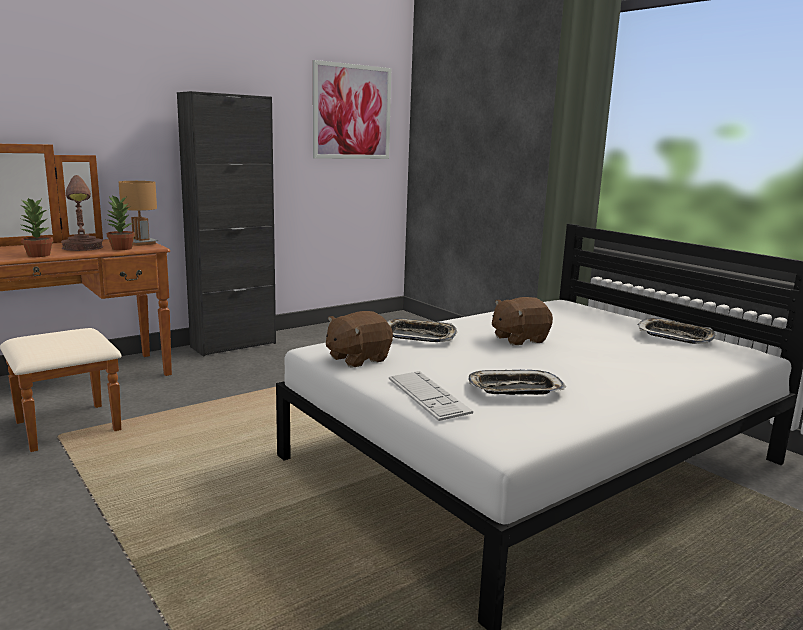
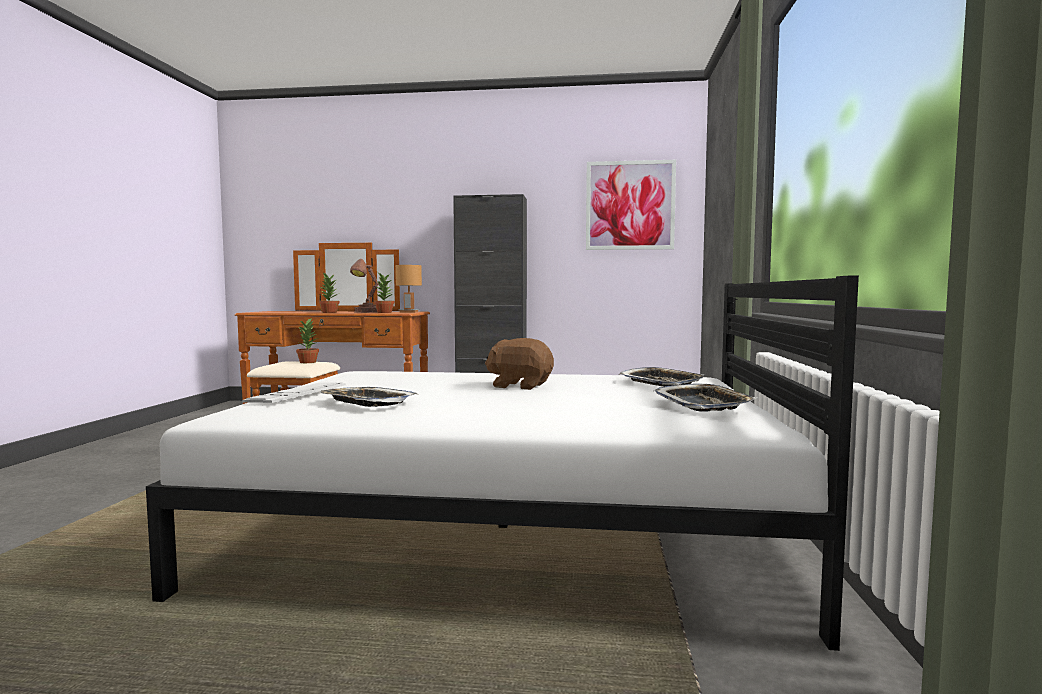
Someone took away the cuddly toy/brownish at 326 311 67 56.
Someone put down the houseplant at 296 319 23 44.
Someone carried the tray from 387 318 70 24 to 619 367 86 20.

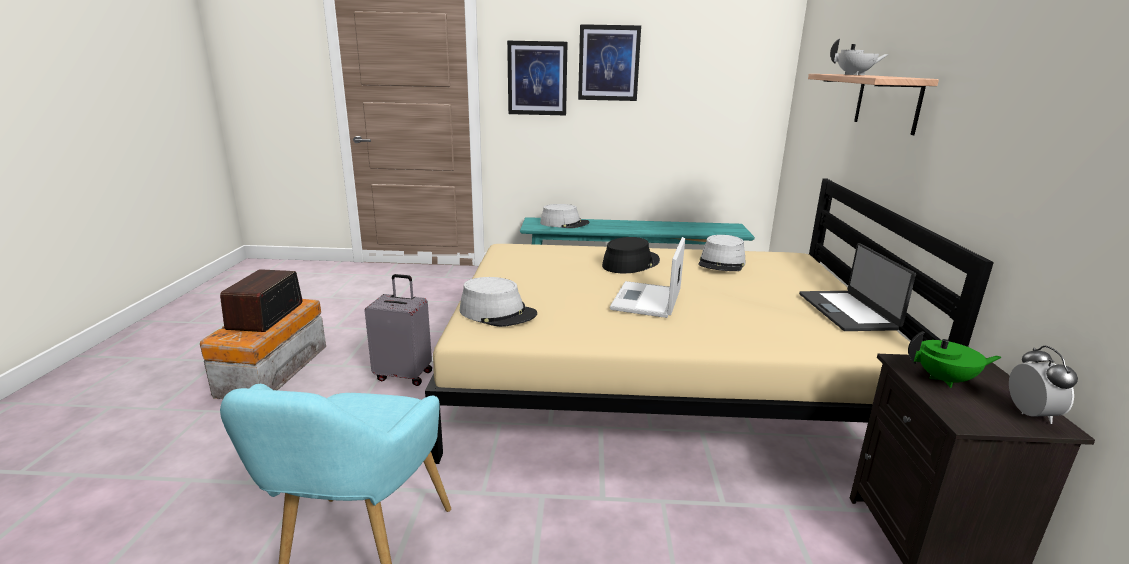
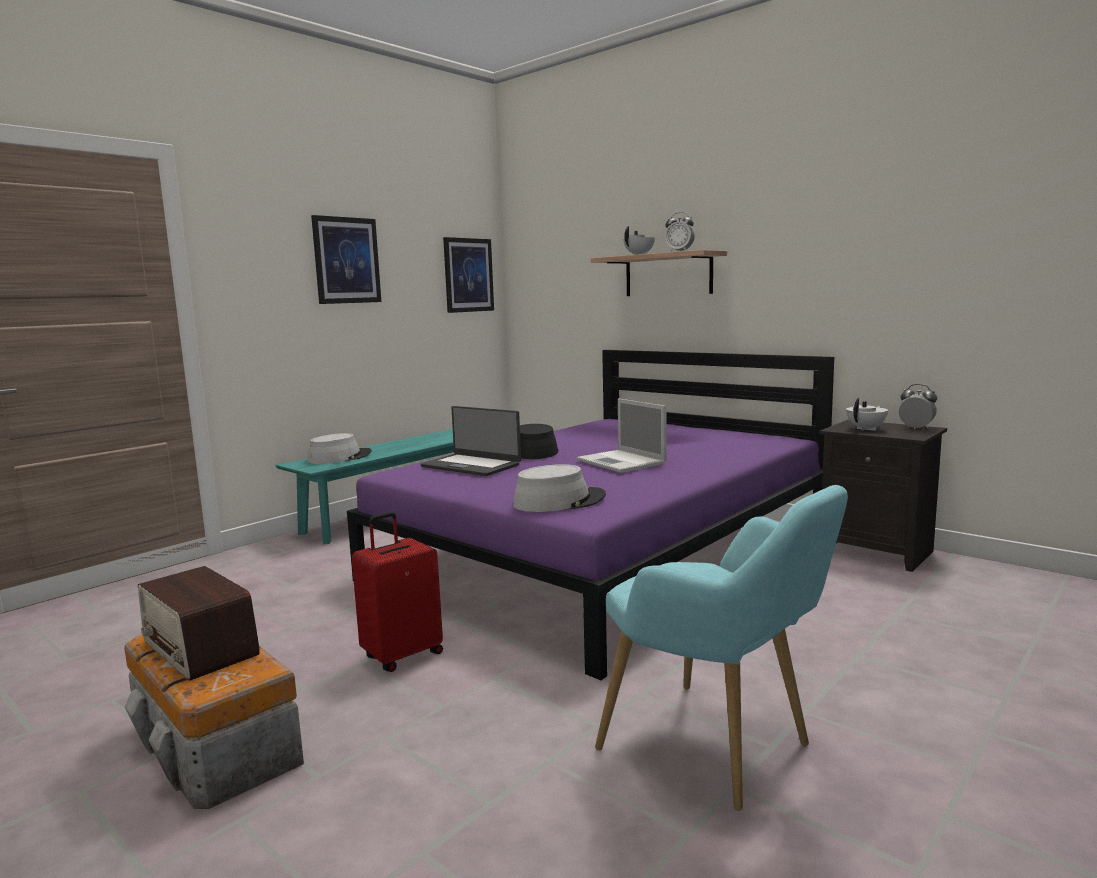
Someone took away the clothing hat/gray at 698 235 48 36.
Someone put down the table clock at 665 212 30 40.
Someone carried the picture from 507 41 61 74 to 443 237 51 76.
Someone carried the notebook computer from 799 243 117 88 to 421 406 100 70.
Someone repainted the piece of luggage/gray at 364 274 68 112, which became the piece of luggage/red at 352 512 91 160.
Someone repainted the sleeping bed/beige at 425 178 569 286, which became the sleeping bed/purple-coloured at 347 350 487 330.
Someone repainted the teapot/green-coloured at 908 331 94 57, which became the teapot/white at 846 398 42 33.

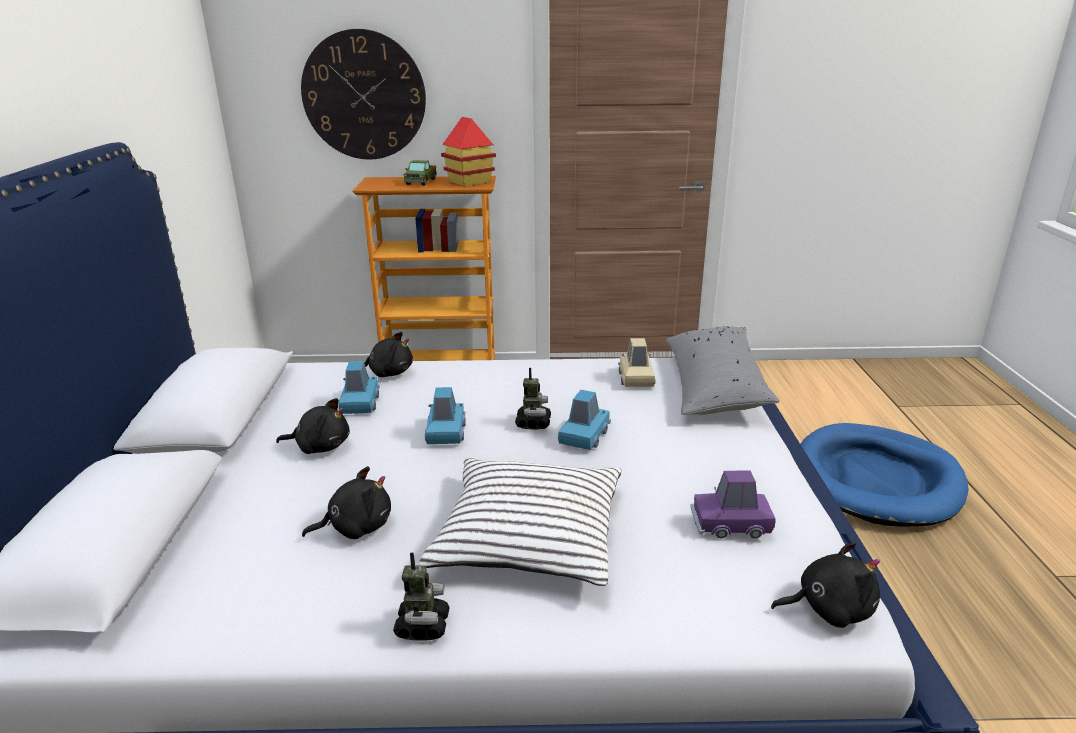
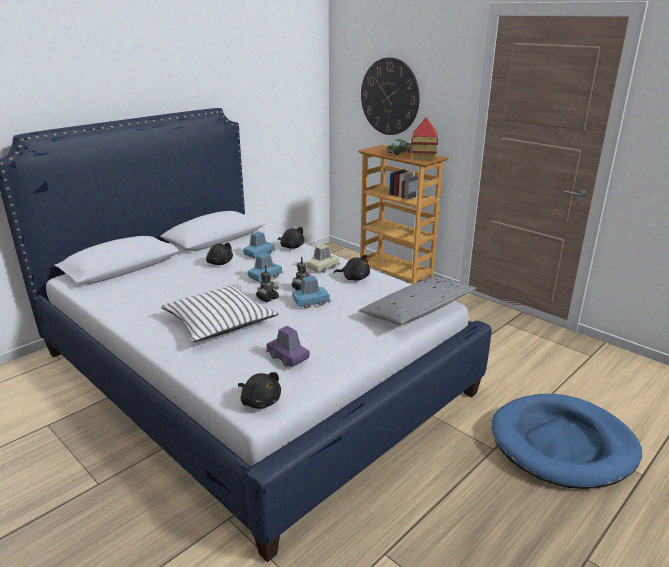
Someone carried the cuddly toy/black-coloured from 302 466 89 73 to 334 255 36 25.
Someone carried the model robot from 393 552 57 89 to 256 265 23 37.
Someone carried the miniature car/beige from 618 338 37 49 to 307 244 33 29.

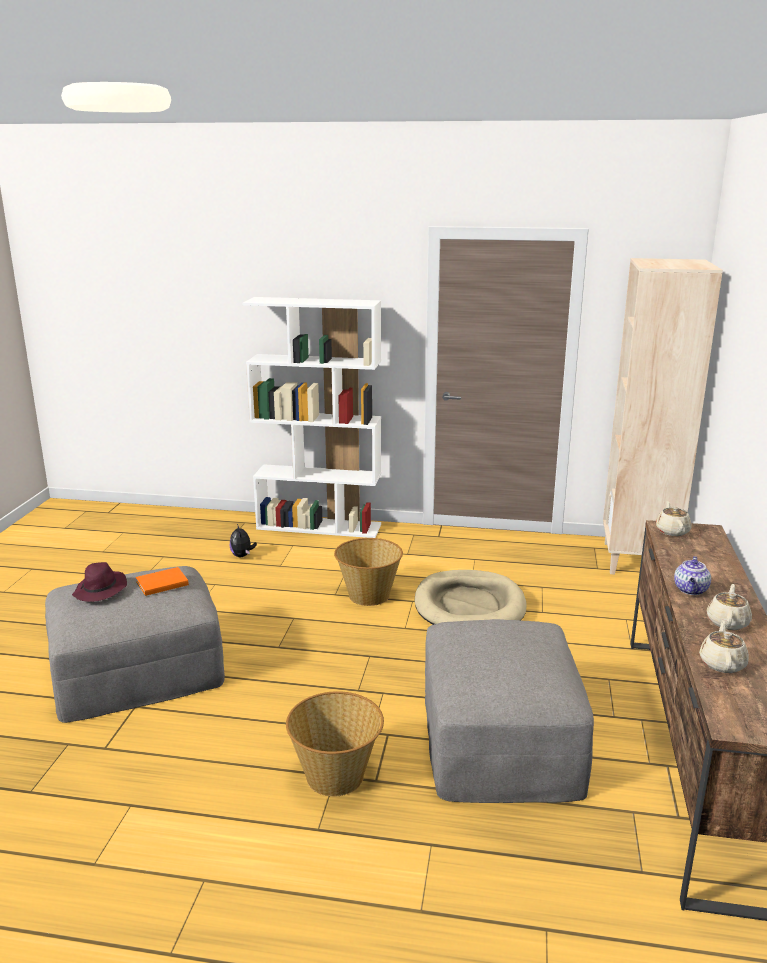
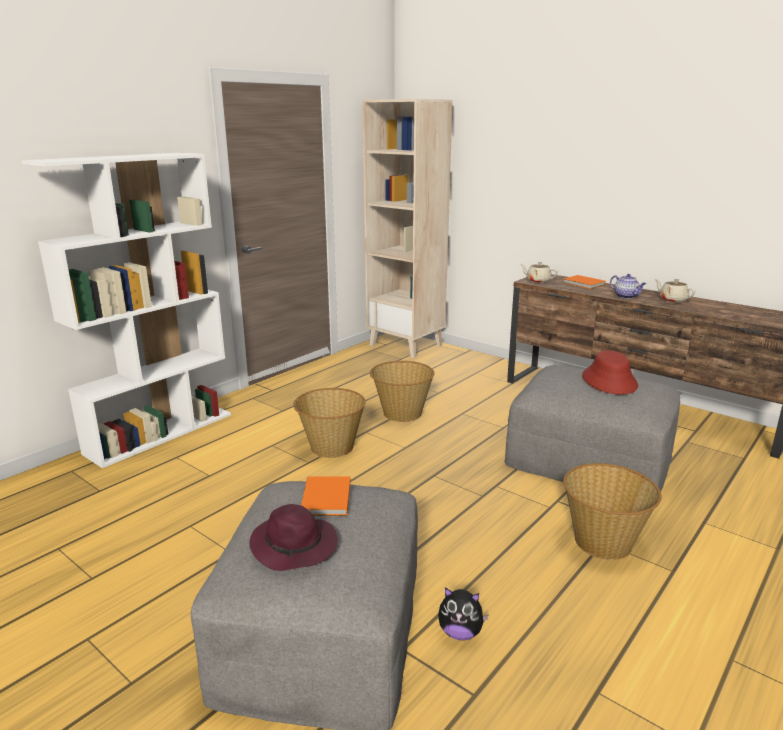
Someone took away the teapot/beige at 699 620 50 53.
Someone put down the book/orange at 563 275 43 14.
Someone put down the clothing hat/red at 582 351 56 44.
Someone carried the cuddly toy from 230 524 27 33 to 438 588 51 52.
Someone swapped the pet bed/beige at 415 570 112 55 for the storage basket at 370 361 64 61.

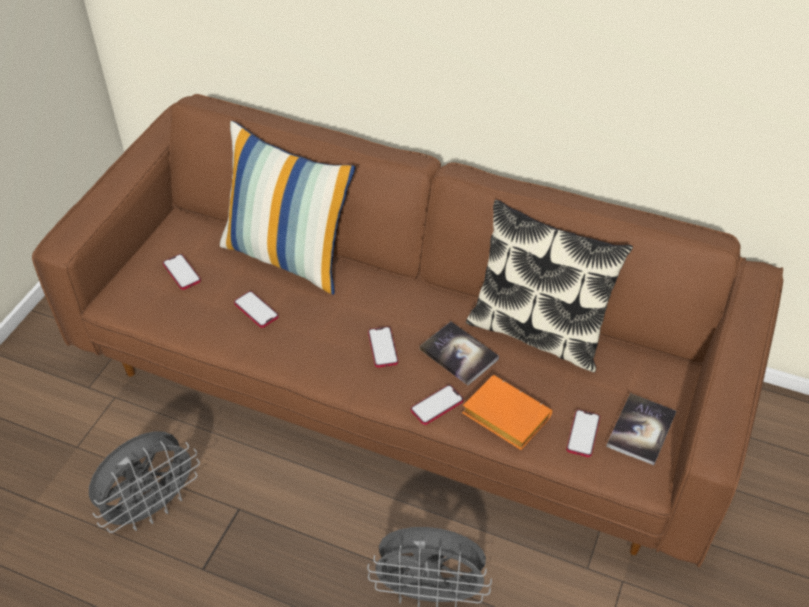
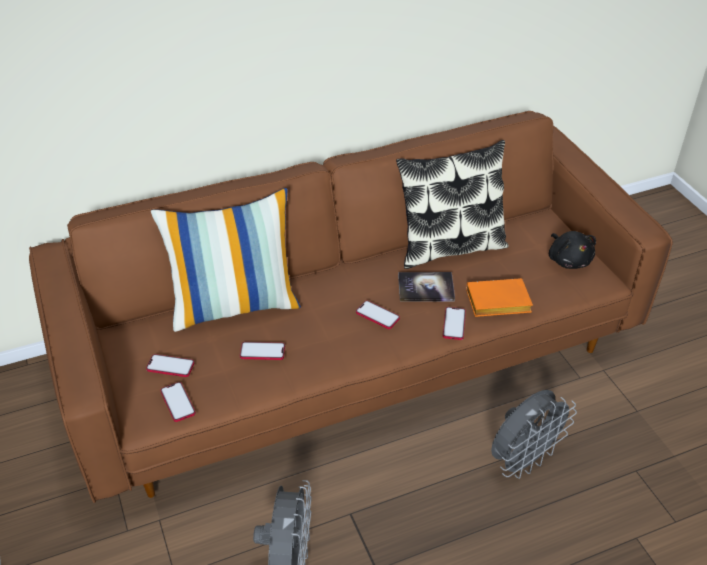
Someone carried the handset from 566 409 34 48 to 160 382 35 40.
Someone swapped the book at 606 393 70 72 for the cuddly toy/black-coloured at 549 231 47 38.

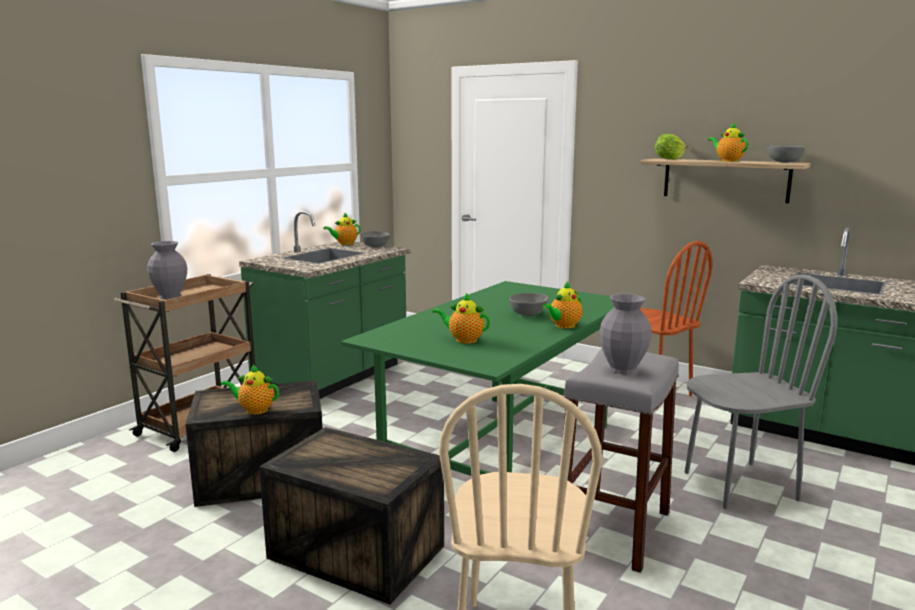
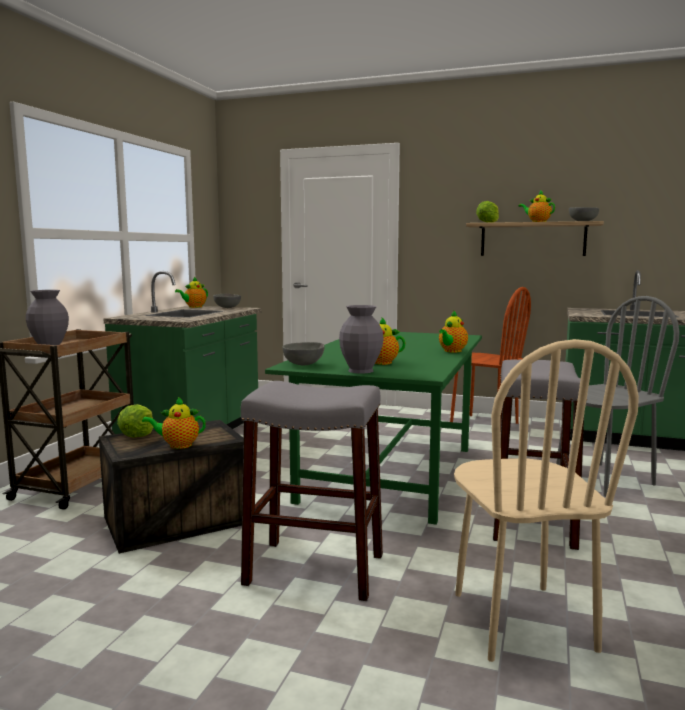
Someone put down the lettuce at 117 404 36 34.
Someone carried the deep dish/gray from 509 293 39 23 to 283 342 41 23.
Someone carried the vase/gray from 599 294 53 81 to 339 305 45 69.
Someone swapped the crate at 259 427 185 177 for the stool seat/gray at 241 381 142 220.

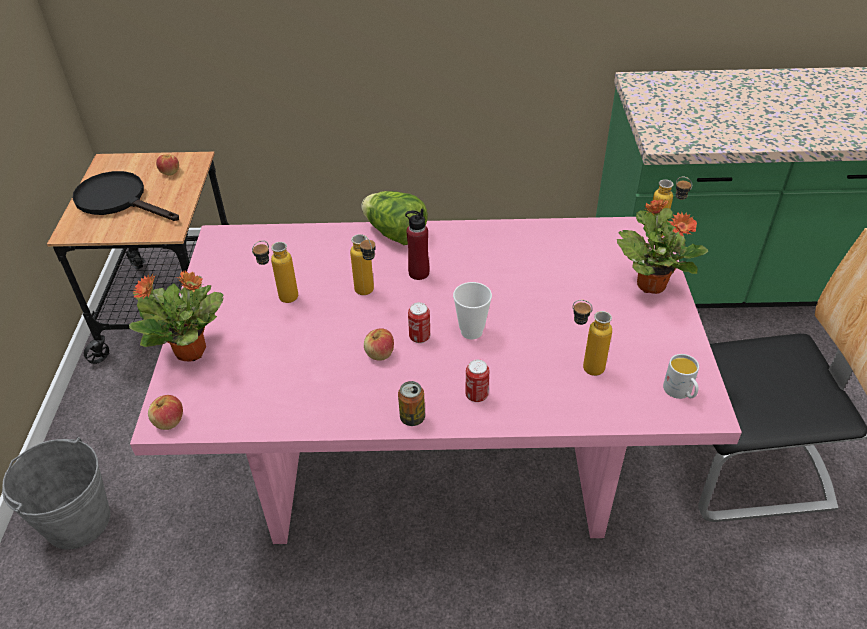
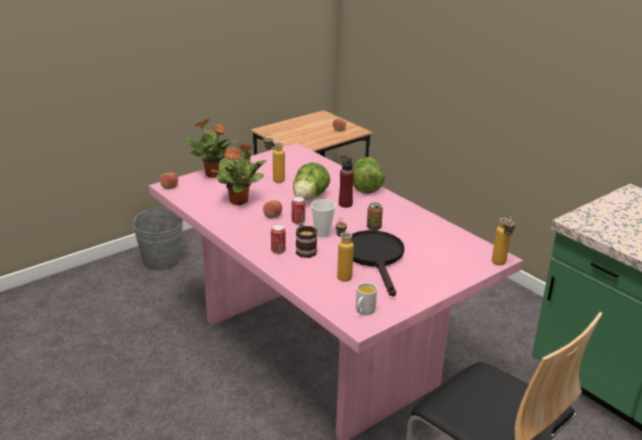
Someone put down the mug at 296 224 21 34.
Someone carried the pan/black-coloured from 73 171 106 50 to 351 230 53 67.
Someone carried the can from 398 381 27 45 to 367 202 16 28.
Someone carried the houseplant from 617 199 91 95 to 211 143 55 62.
Someone swapped the drink bottle at 350 234 26 61 for the lettuce at 293 162 37 38.

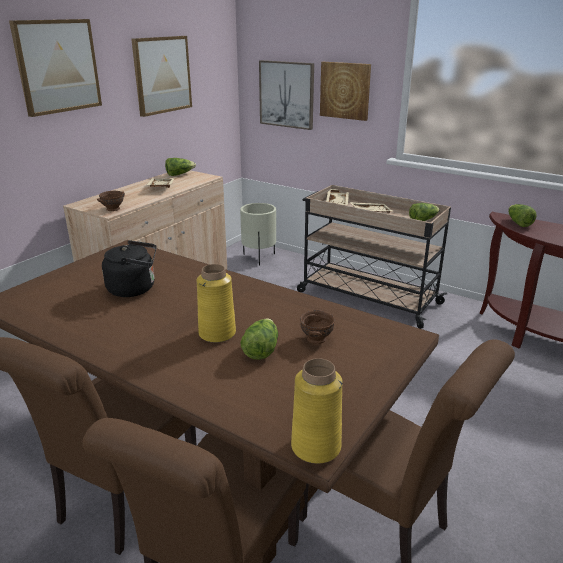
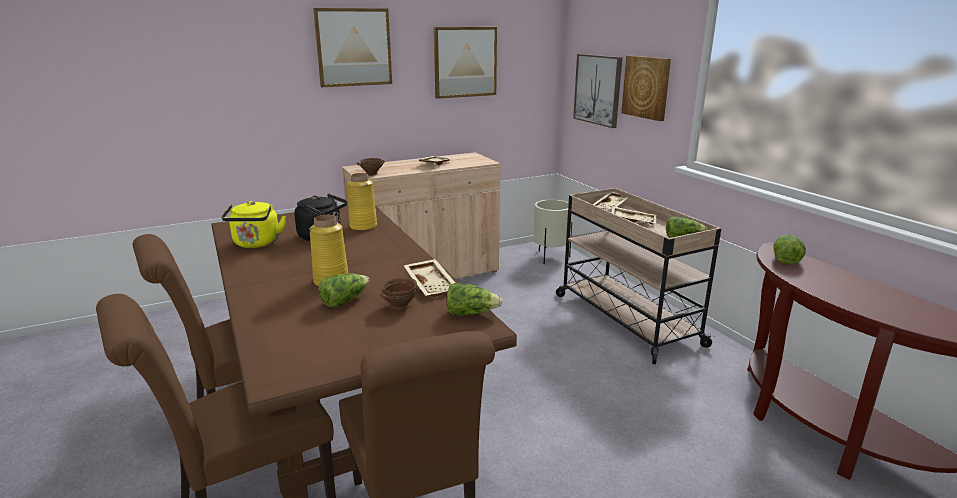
Someone put down the water kettle/yellow at 221 201 65 47.
Someone put down the tray/beige at 403 259 52 38.
Someone carried the lettuce from 165 158 31 18 to 447 283 56 33.
Someone carried the vase/yellow from 291 358 52 106 to 347 173 30 58.

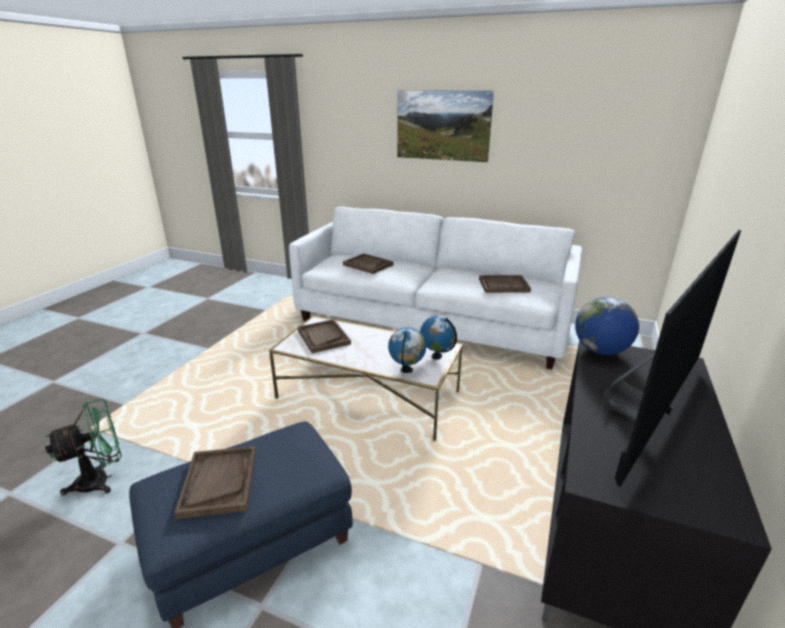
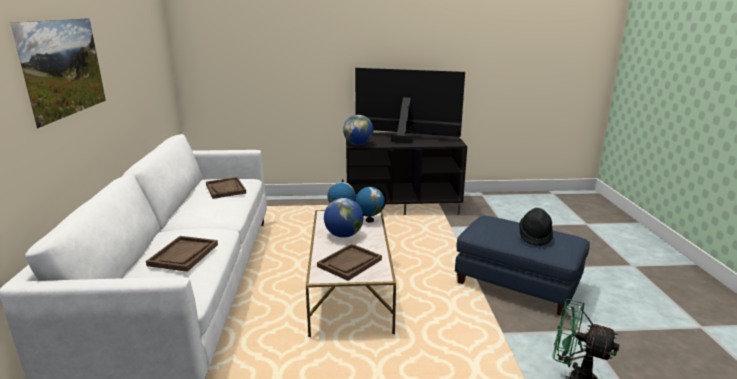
Someone put down the globe at 324 198 39 40.
Someone swapped the tray/brownish at 175 446 81 73 for the clothing hat/black-coloured at 519 208 34 38.

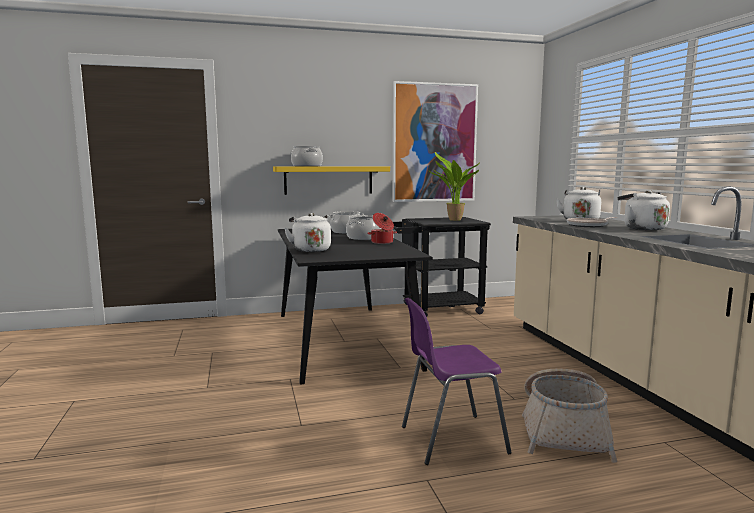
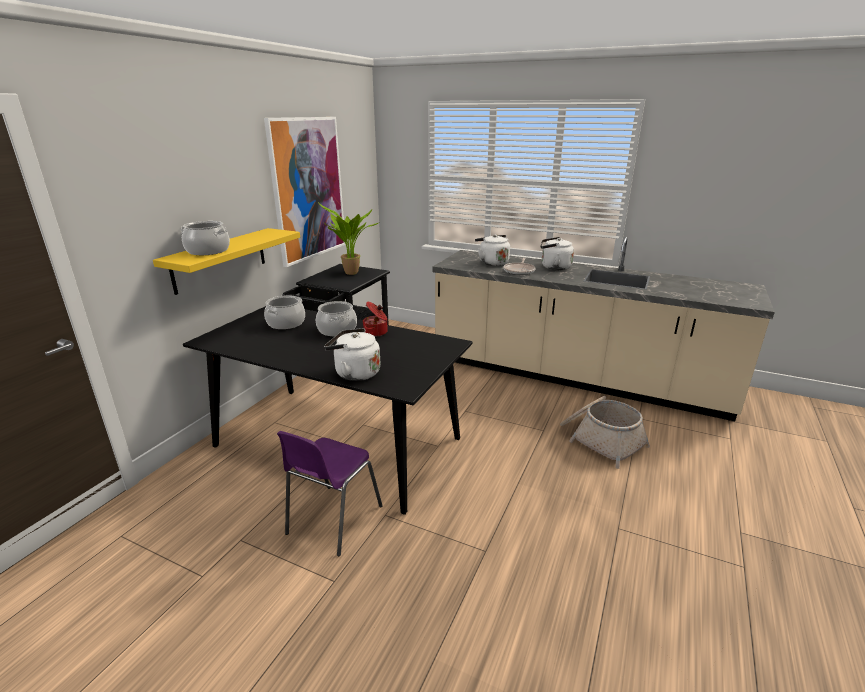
Someone carried the plain chair/purple-coloured from 402 298 109 167 to 277 431 106 125.

